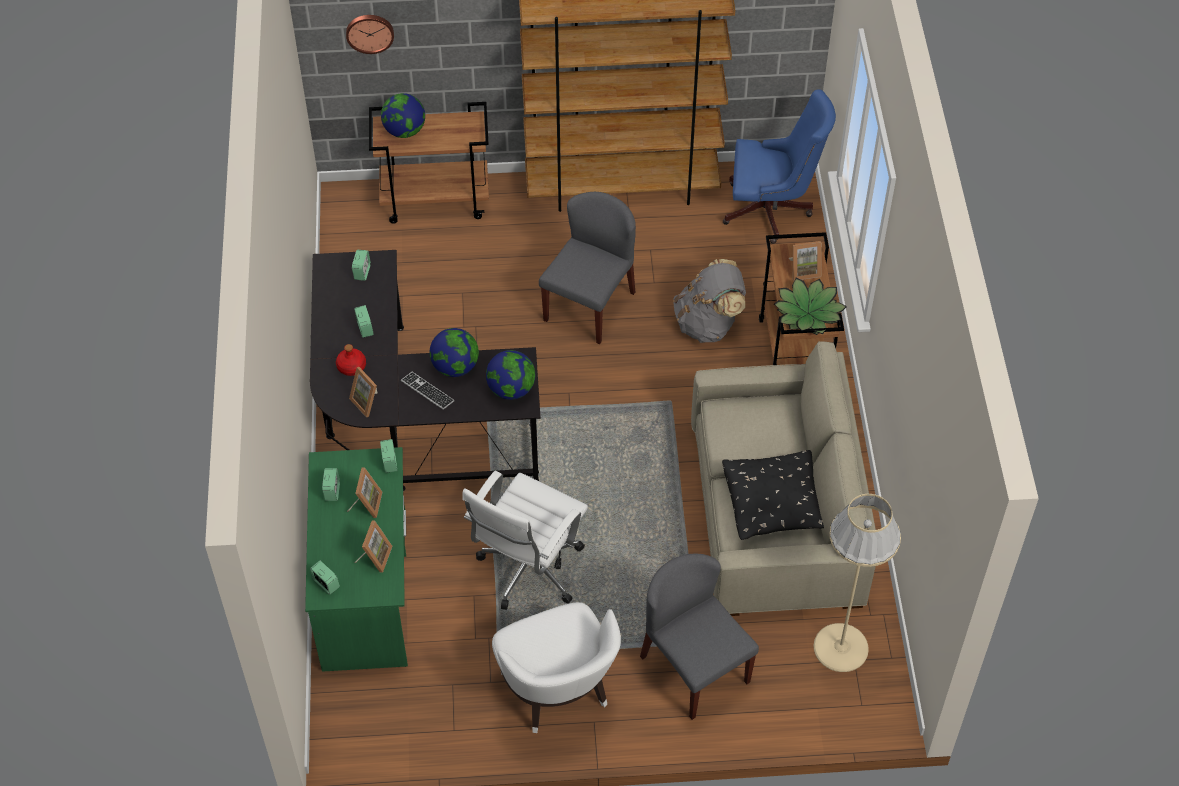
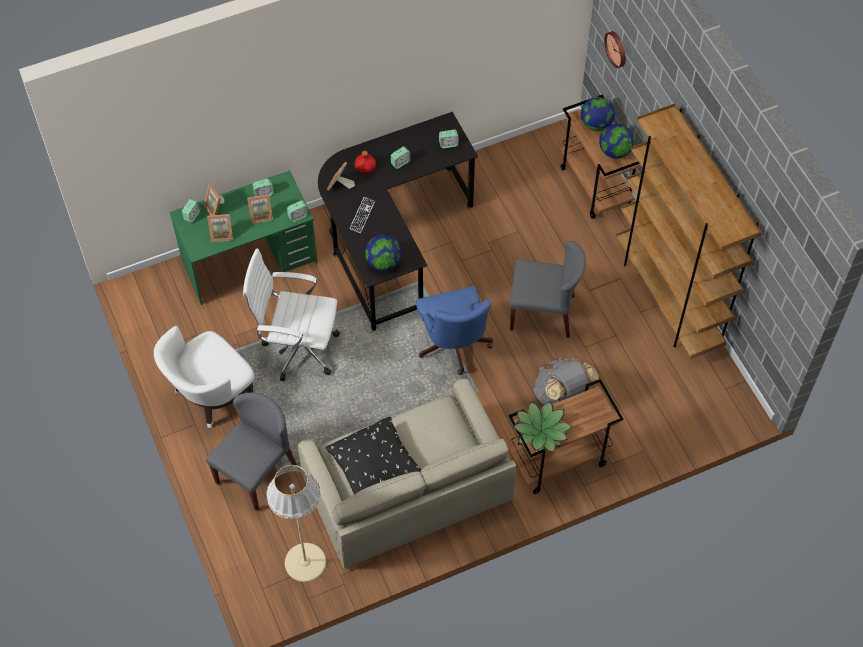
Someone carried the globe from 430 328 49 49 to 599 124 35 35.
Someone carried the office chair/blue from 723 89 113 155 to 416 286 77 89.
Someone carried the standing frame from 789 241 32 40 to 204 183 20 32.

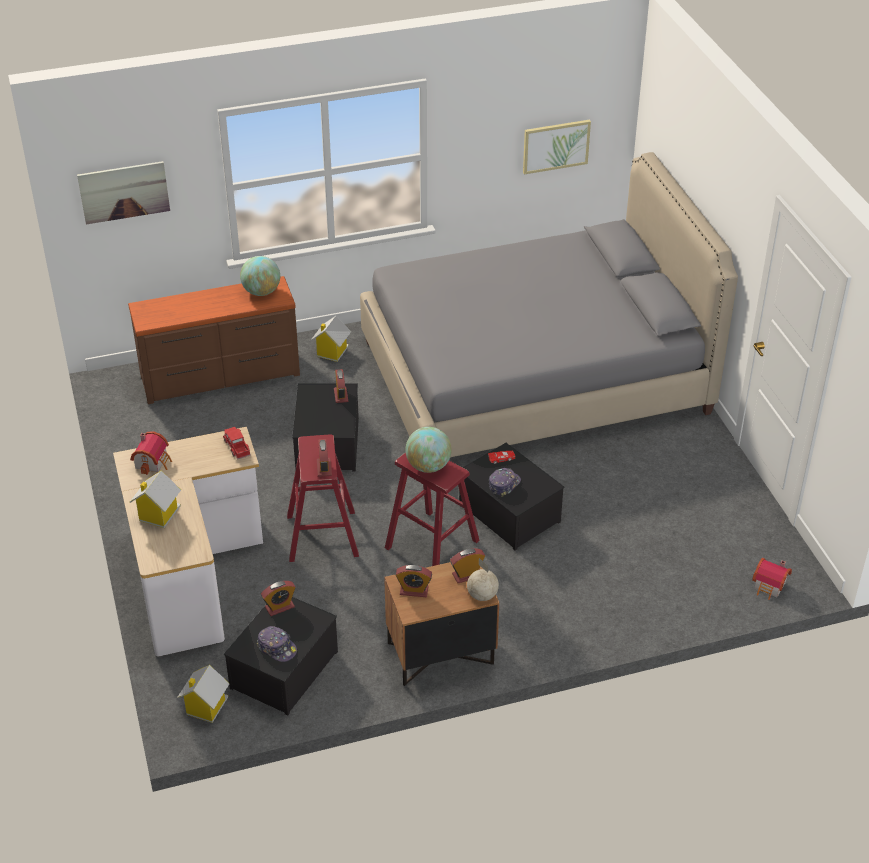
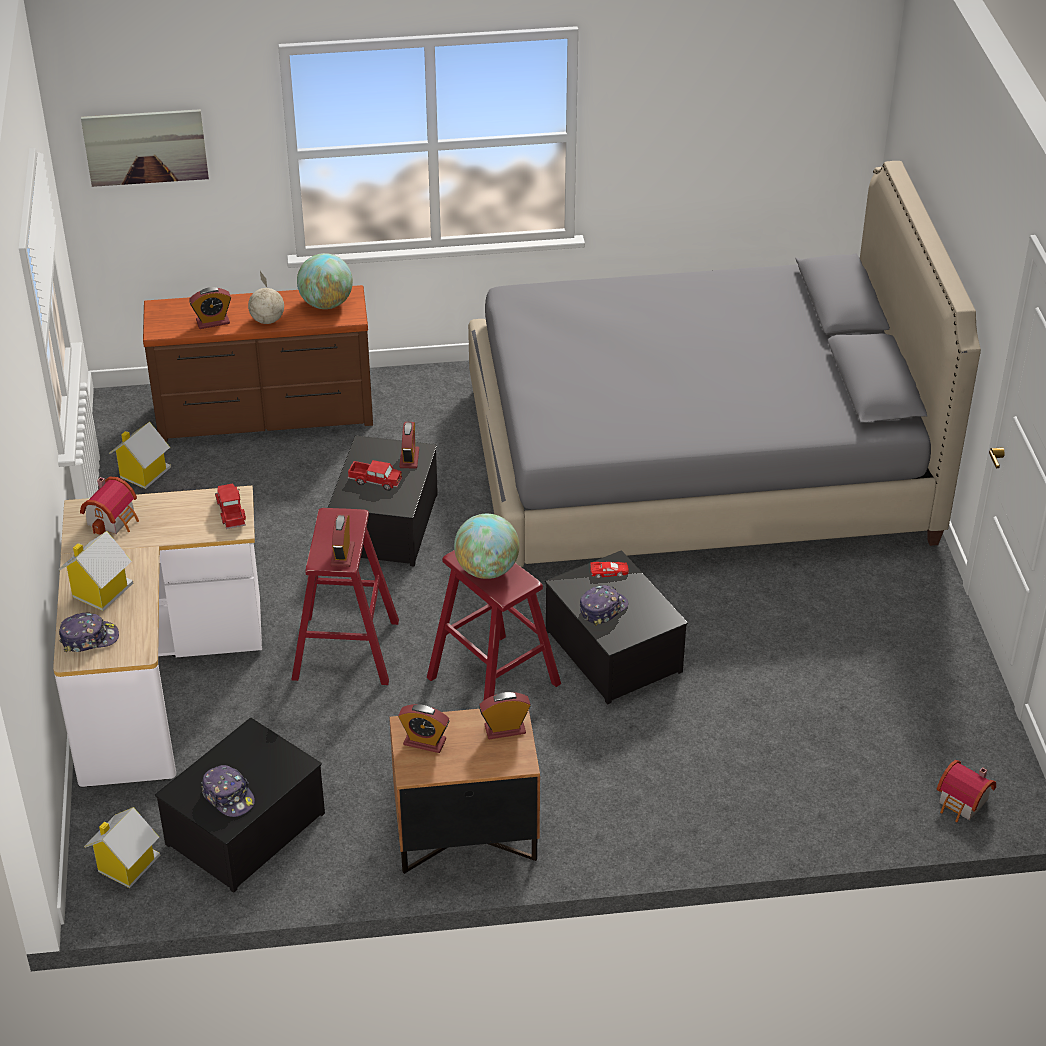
Someone took away the picture at 523 120 68 54.
Someone put down the cap at 59 612 60 40.
Someone put down the toy truck at 348 460 54 31.
Someone carried the table clock from 261 581 35 35 to 189 287 42 42.
Someone carried the model house from 311 316 40 46 to 109 422 62 67.
Someone carried the globe from 467 558 32 43 to 248 271 36 53.

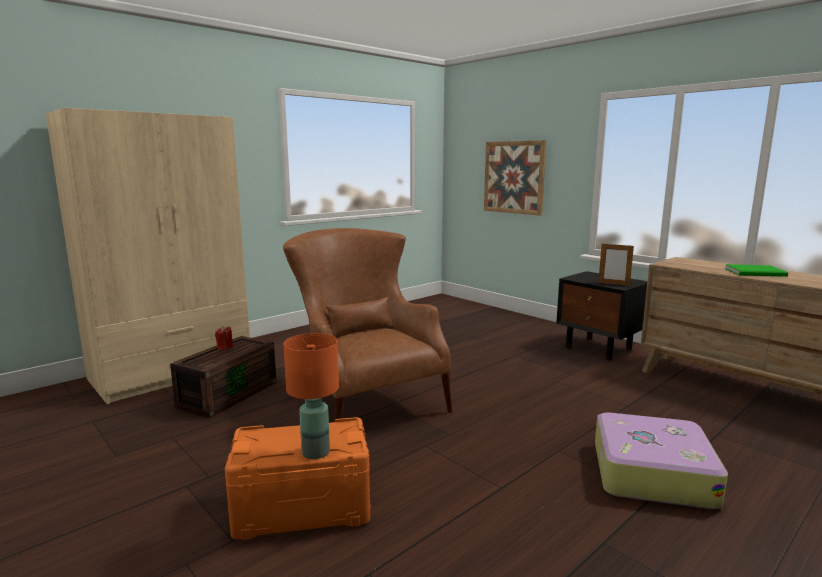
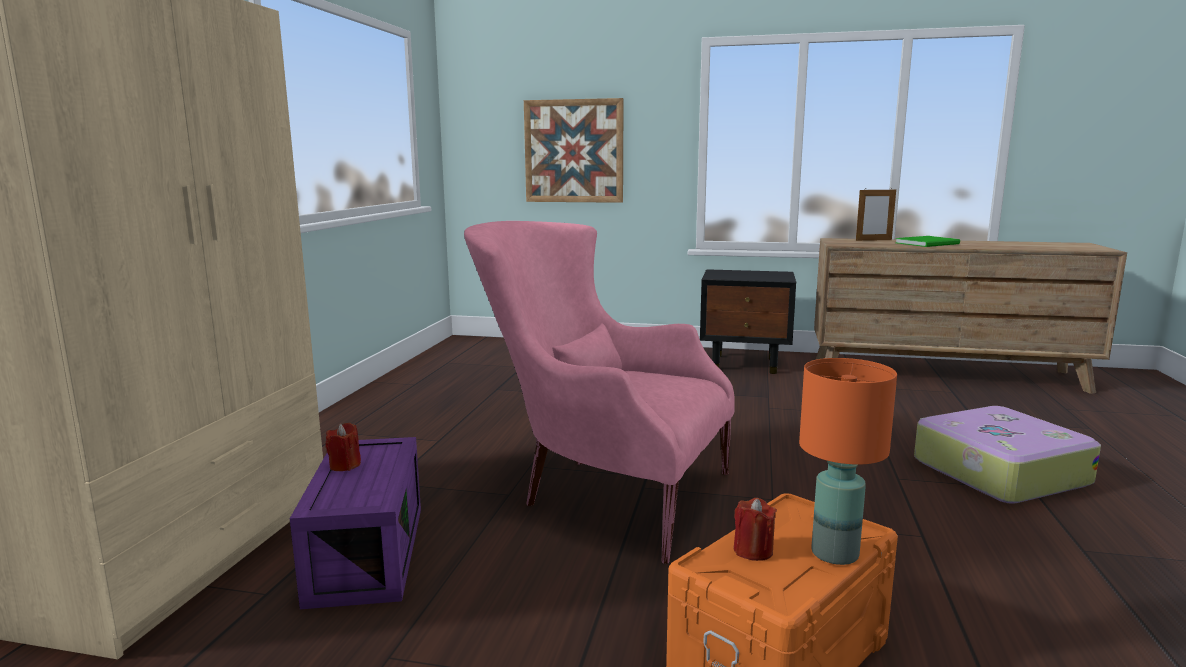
Someone put down the wax candle/red at 733 498 44 63.
Someone carried the standing frame from 598 244 36 42 to 856 188 40 53.
Someone repainted the storage bin/brownish at 170 336 107 82, which became the storage bin/purple-coloured at 290 437 131 172.
Someone repainted the easy chair/brownish at 283 228 169 194, which became the easy chair/pinkish at 464 221 271 343.

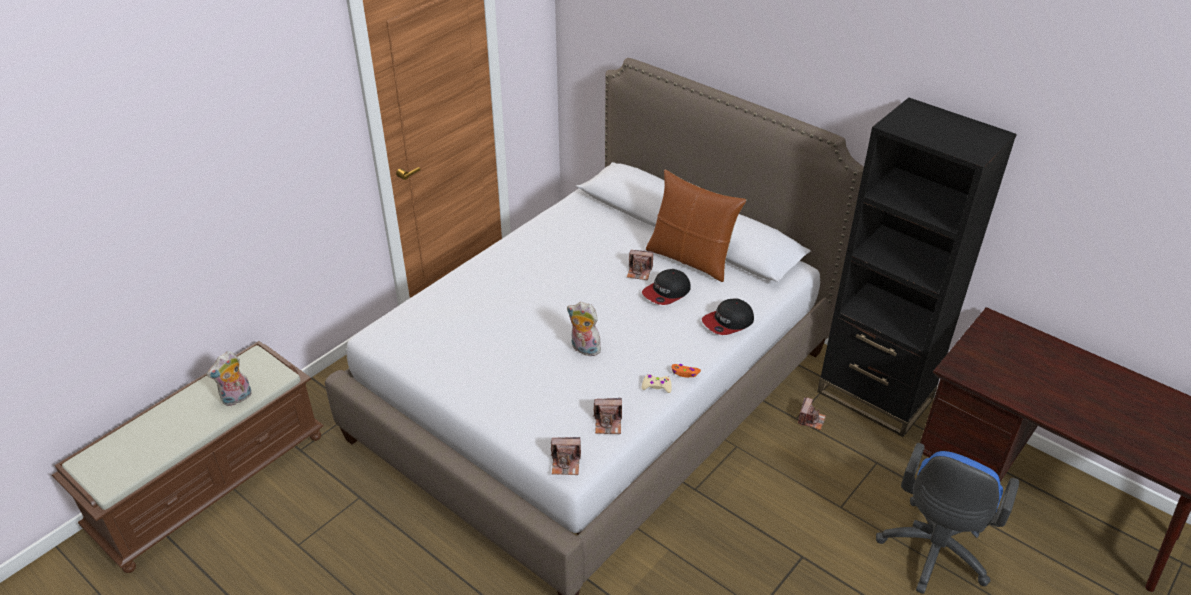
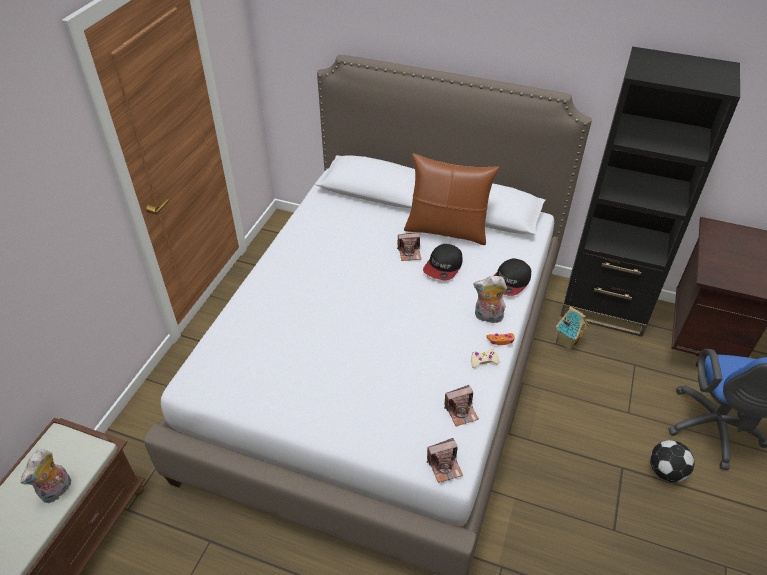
Someone put down the ball for football at 650 440 44 42.
Someone carried the cuddly toy from 567 302 34 54 to 473 276 34 47.
Someone swapped the still camera at 798 397 28 33 for the model house at 556 306 34 44.

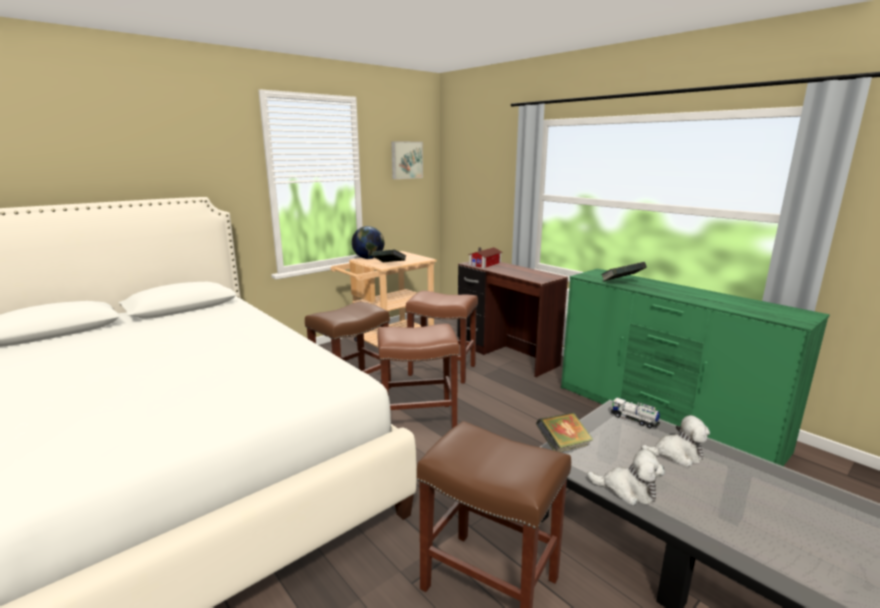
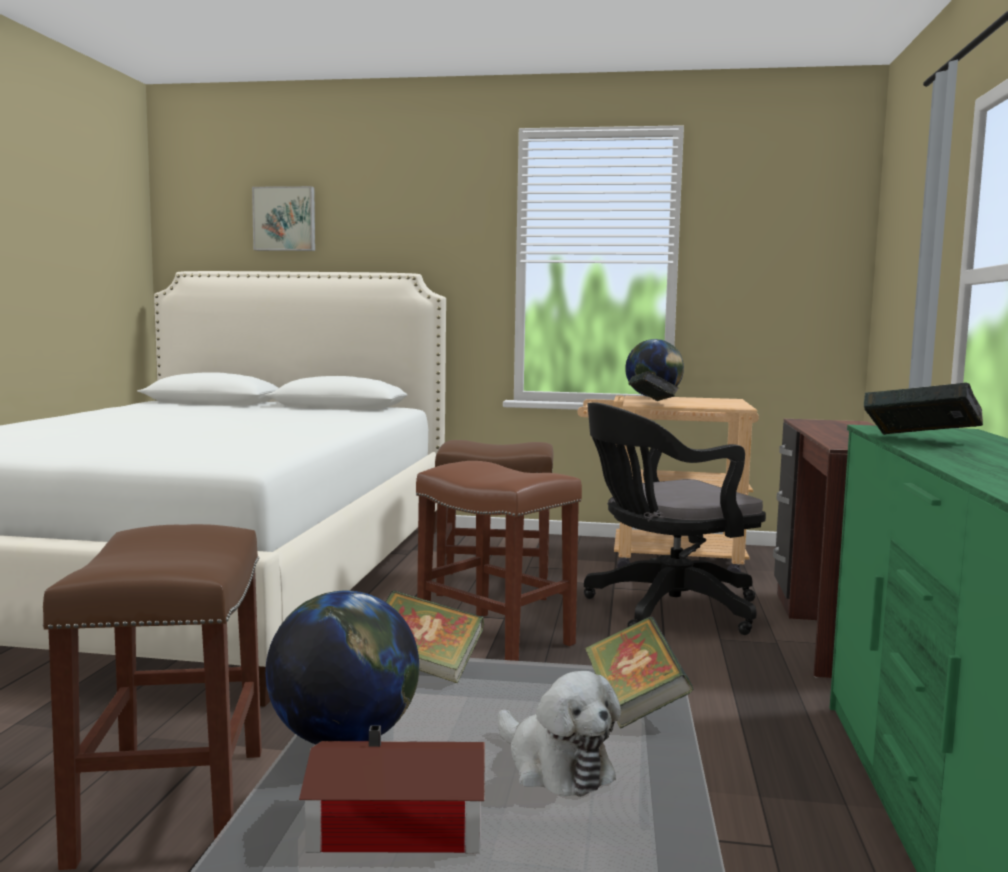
Someone carried the picture from 391 141 32 38 to 252 186 63 65.
Someone carried the model house from 468 247 35 21 to 299 725 186 129.
Someone swapped the stool seat/brownish at 406 291 72 93 for the office chair/black-coloured at 584 402 182 233.
Someone swapped the cuddly toy at 587 450 78 55 for the globe at 265 591 154 153.
Someone swapped the toy truck at 611 398 49 30 for the book at 585 617 109 112.

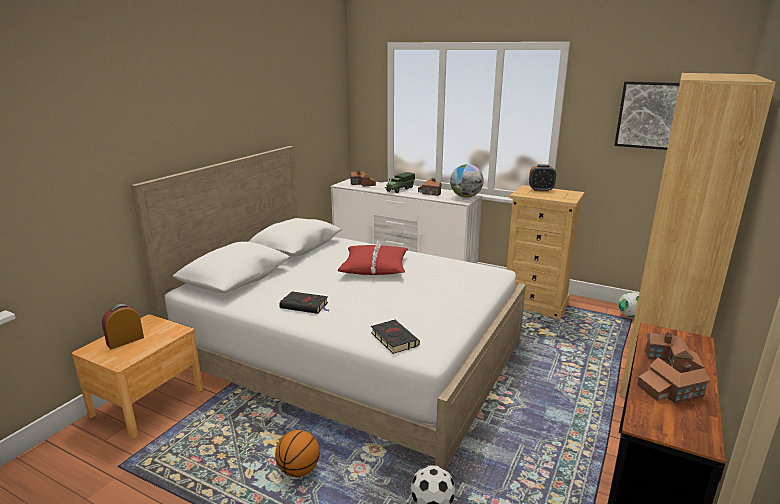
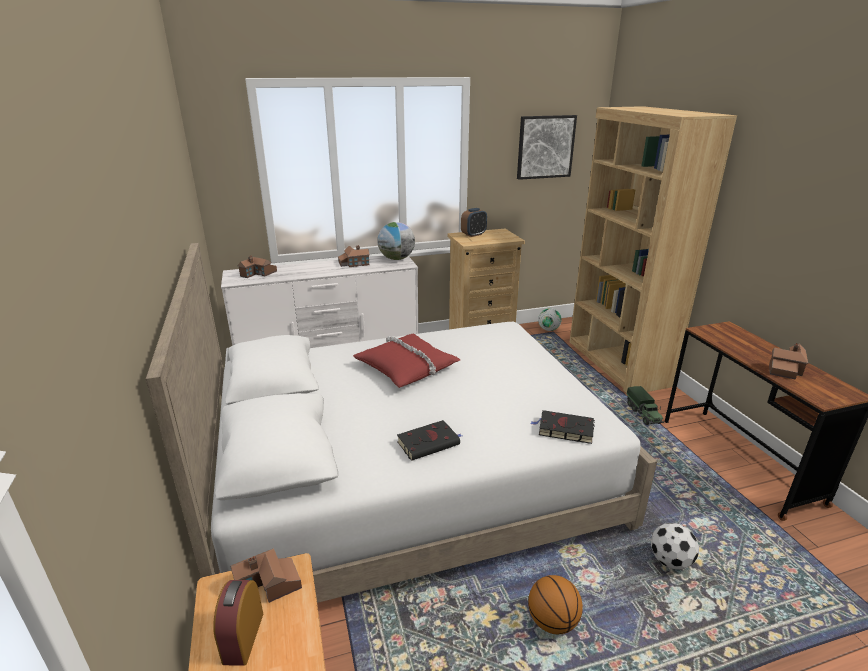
Someone carried the toy truck from 385 172 30 21 to 626 386 38 39.
Someone carried the model house from 645 332 59 40 to 230 548 72 55.

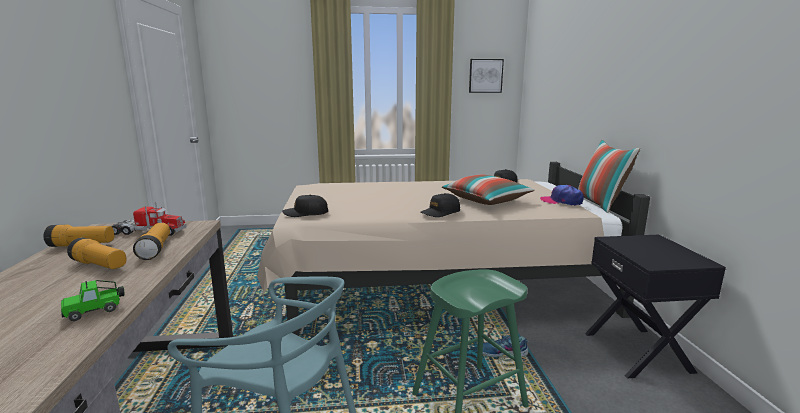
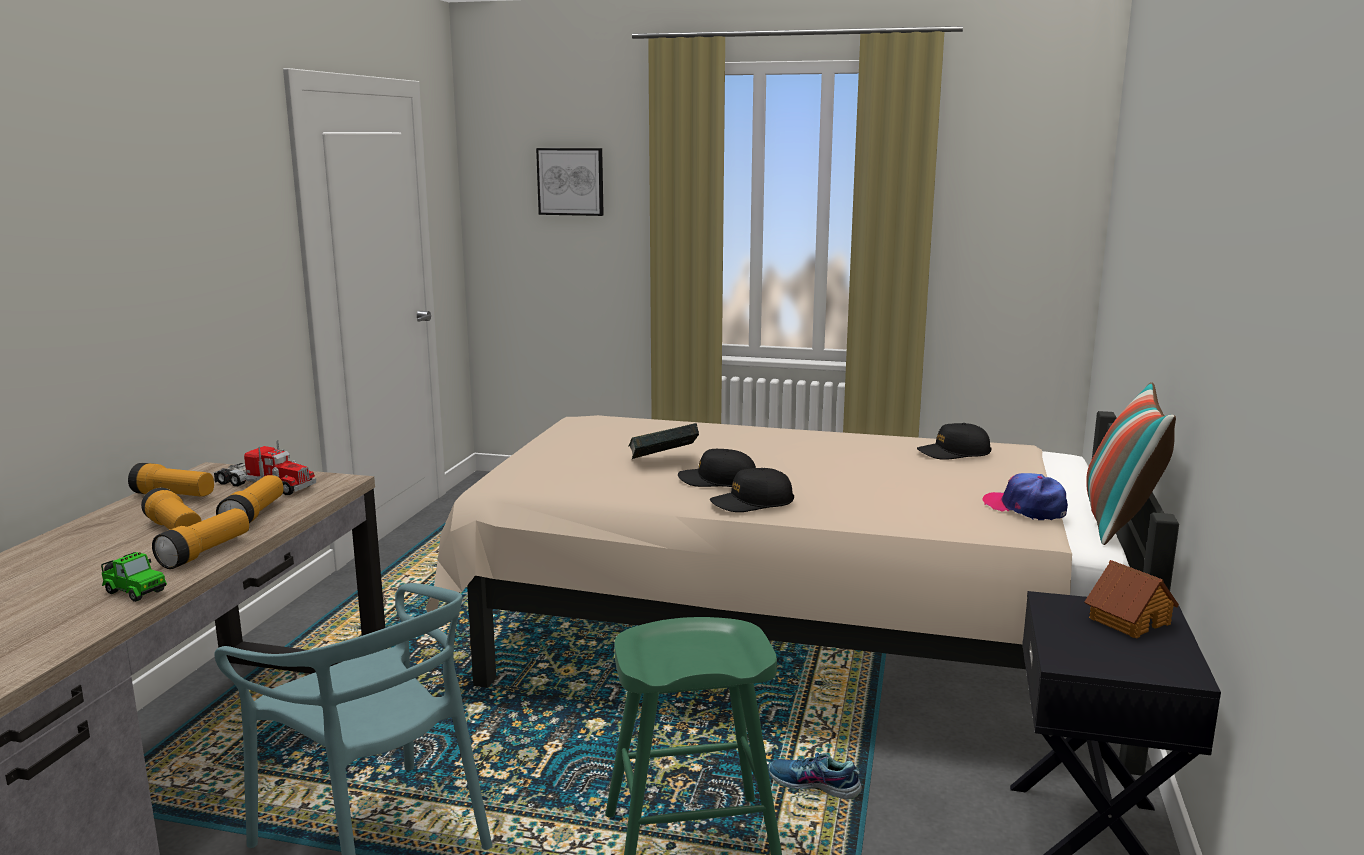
Someone took away the cushion at 442 175 93 30.
Someone put down the hand torch at 152 508 97 61.
Someone put down the book at 628 423 71 36.
Someone put down the model house at 1085 560 94 79.
Someone carried the cap/black-coloured from 282 195 46 22 to 678 449 78 38.
Someone carried the picture from 469 59 35 34 to 536 148 68 68.
Someone rotated the miniature car at 61 280 63 41 by 135 degrees counterclockwise.

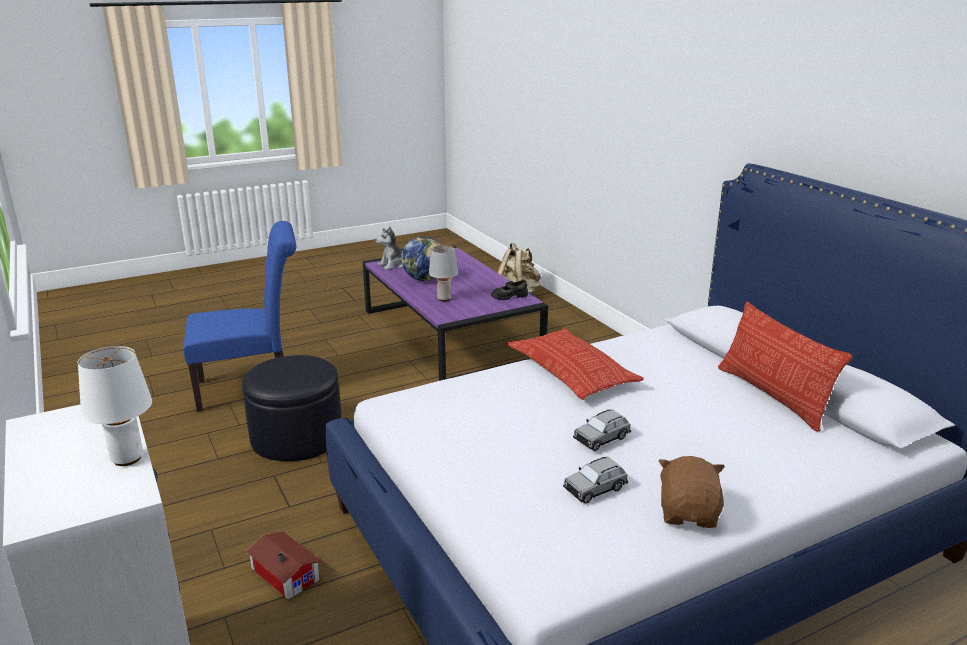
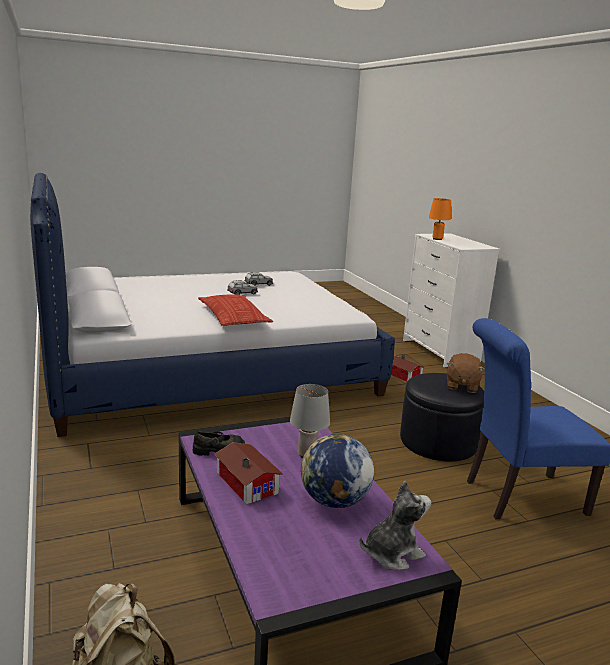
Someone took away the cushion at 718 302 135 130.
Someone put down the model house at 214 442 69 62.
Someone carried the cuddly toy/brownish from 659 456 66 72 to 447 353 38 40.
Someone repainted the table lamp/white at 78 346 74 120, which became the table lamp/orange at 429 198 22 42.

